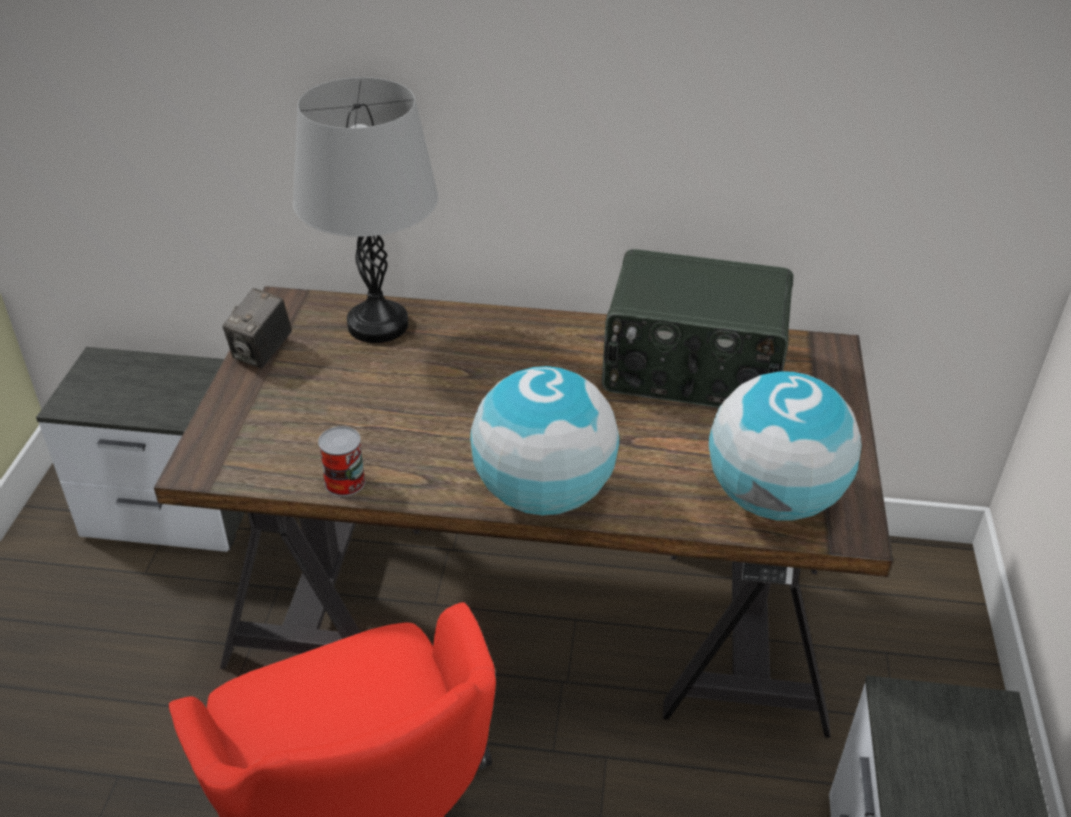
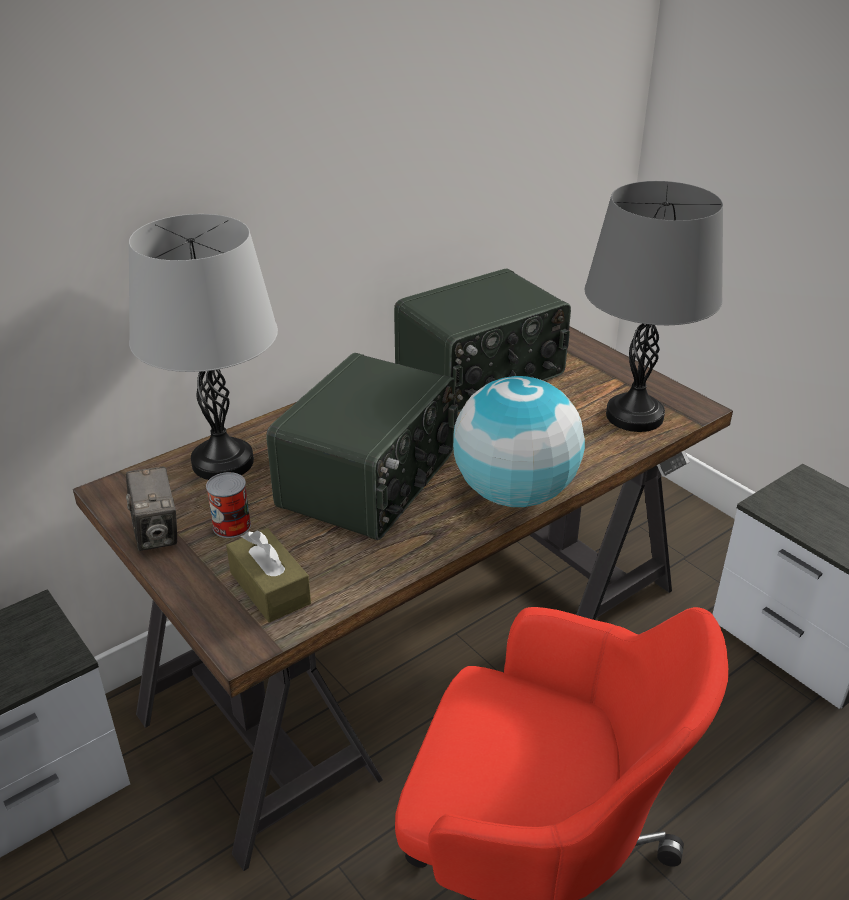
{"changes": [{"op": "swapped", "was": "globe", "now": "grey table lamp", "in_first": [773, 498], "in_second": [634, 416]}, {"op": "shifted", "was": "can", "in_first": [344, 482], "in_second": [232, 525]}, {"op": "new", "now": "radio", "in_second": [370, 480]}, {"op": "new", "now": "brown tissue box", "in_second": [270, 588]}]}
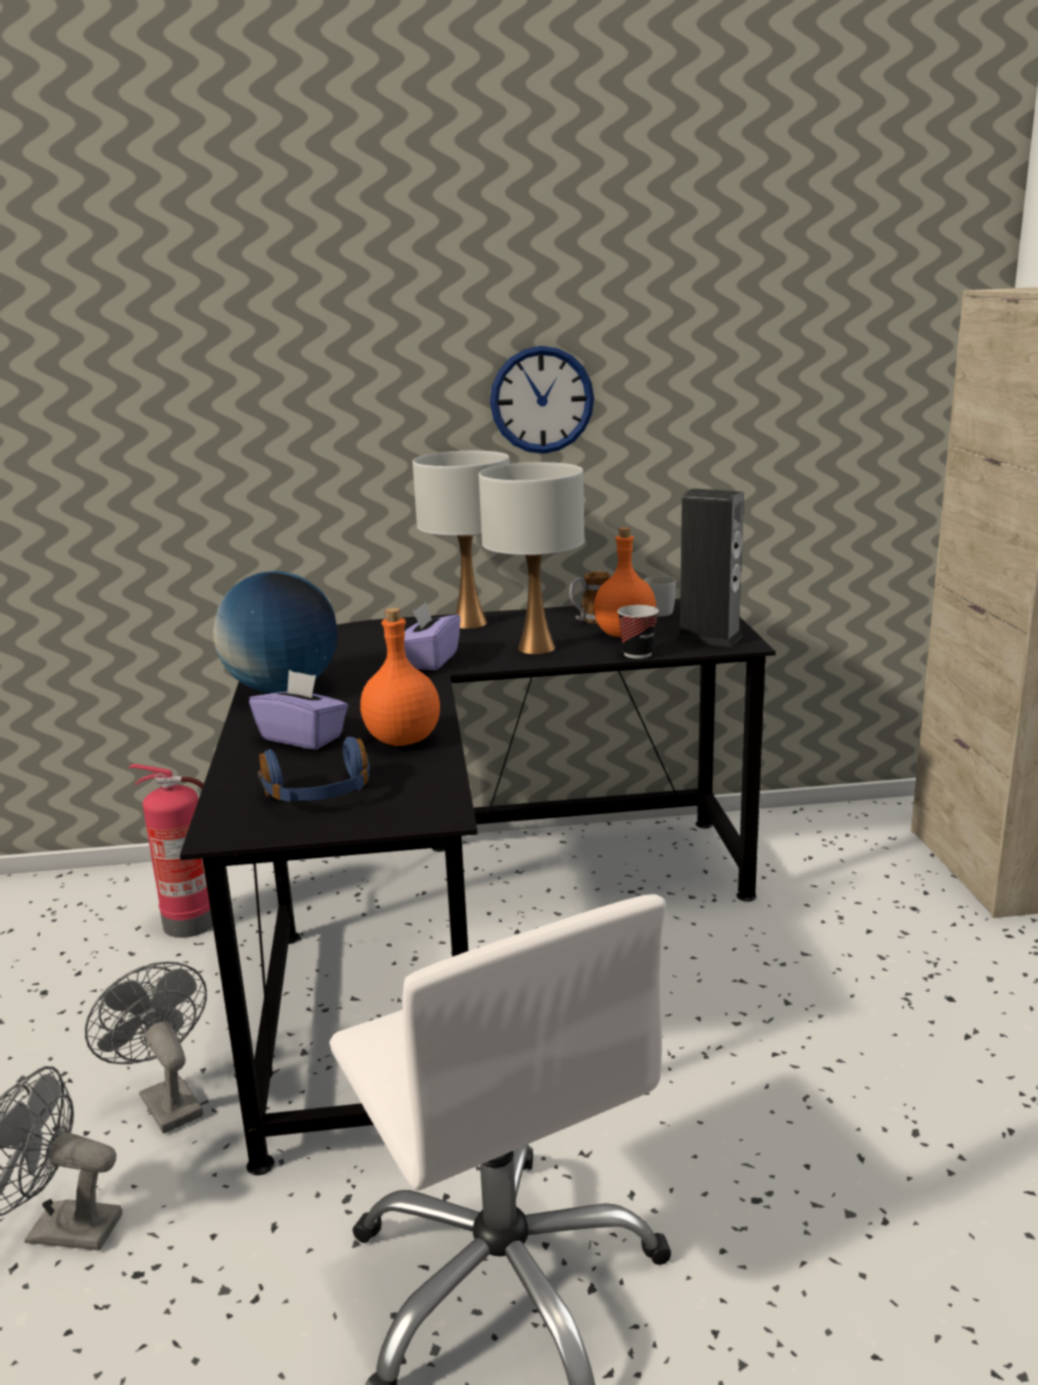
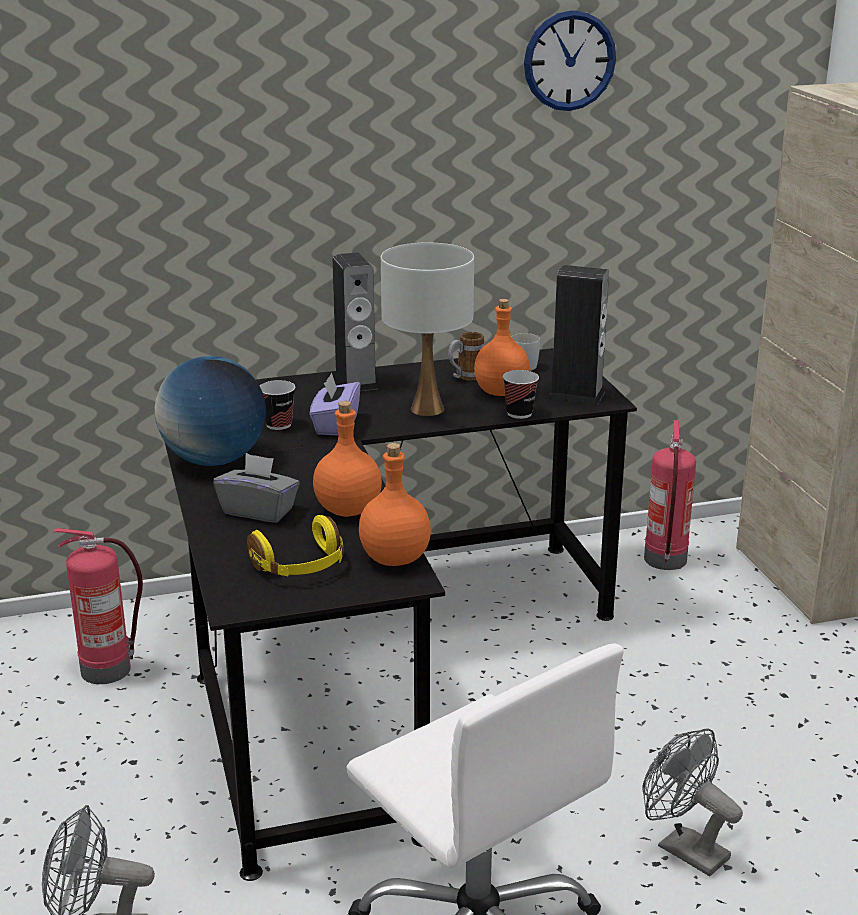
{"changes": [{"op": "shifted", "was": "wall clock", "in_first": [541, 400], "in_second": [569, 61]}, {"op": "swapped", "was": "white table lamp", "now": "speaker", "in_first": [470, 623], "in_second": [355, 381]}, {"op": "repainted", "was": "purple tissue box", "now": "grey tissue box", "in_first": [303, 737], "in_second": [259, 511]}, {"op": "repainted", "was": "blue headphones", "now": "yellow headphones", "in_first": [319, 795], "in_second": [300, 566]}, {"op": "shifted", "was": "grey fan", "in_first": [165, 1100], "in_second": [683, 848]}, {"op": "new", "now": "cup", "in_second": [278, 424]}, {"op": "new", "now": "fire extinguisher", "in_second": [666, 560]}, {"op": "new", "now": "orange bottle", "in_second": [395, 557]}]}
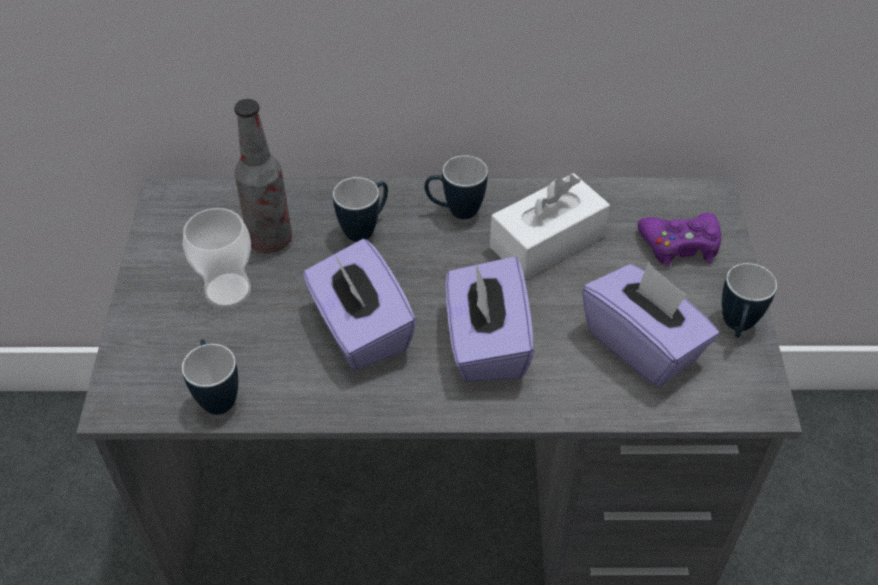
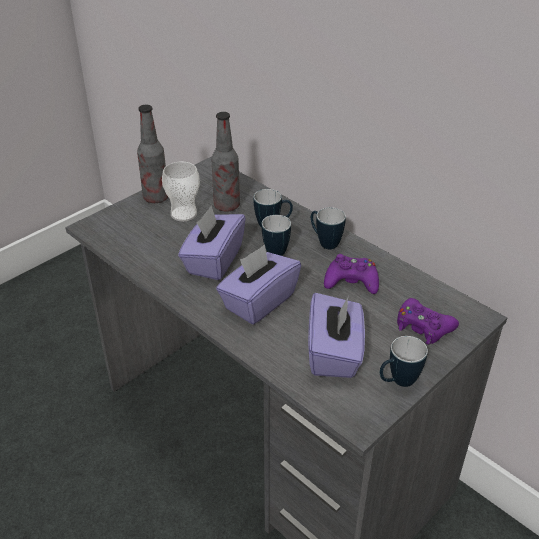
{"changes": [{"op": "swapped", "was": "white tissue box", "now": "purple game controller", "in_first": [547, 241], "in_second": [351, 281]}, {"op": "shifted", "was": "mug", "in_first": [217, 395], "in_second": [278, 249]}, {"op": "new", "now": "bottle", "in_second": [156, 198]}]}
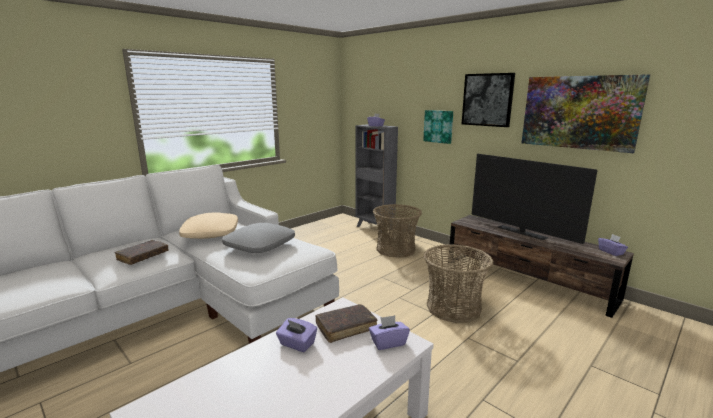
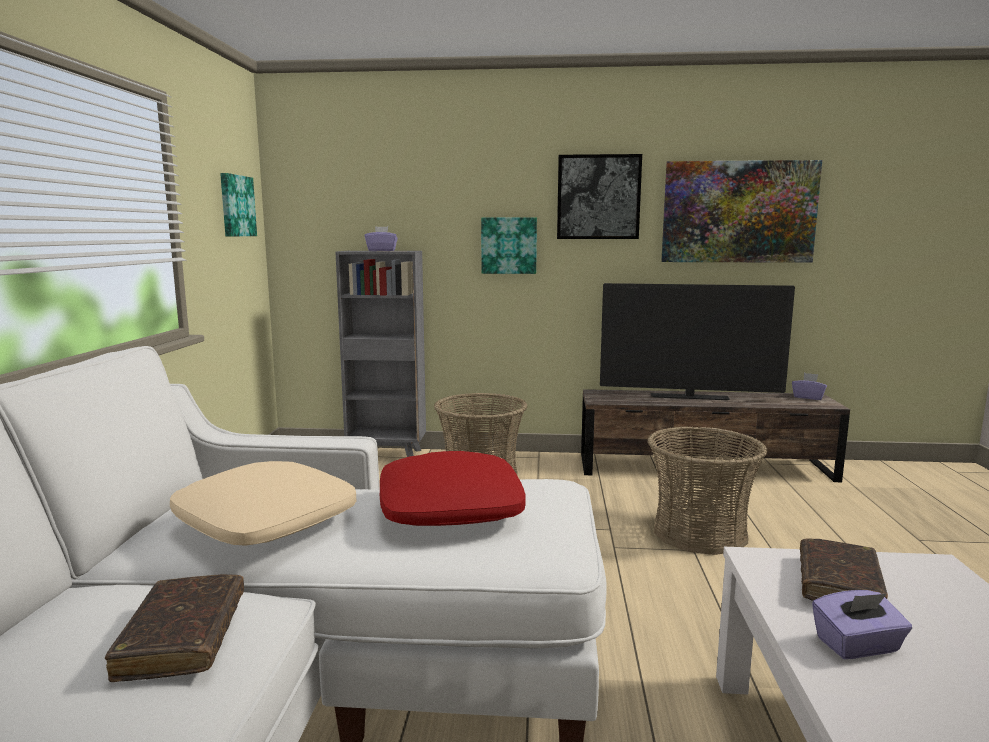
{"changes": [{"op": "repainted", "was": "grey pillow", "now": "red pillow", "in_first": [259, 245], "in_second": [449, 507]}, {"op": "gone", "was": "purple tissue box", "in_first": [388, 342]}, {"op": "new", "now": "picture", "in_second": [236, 206]}]}
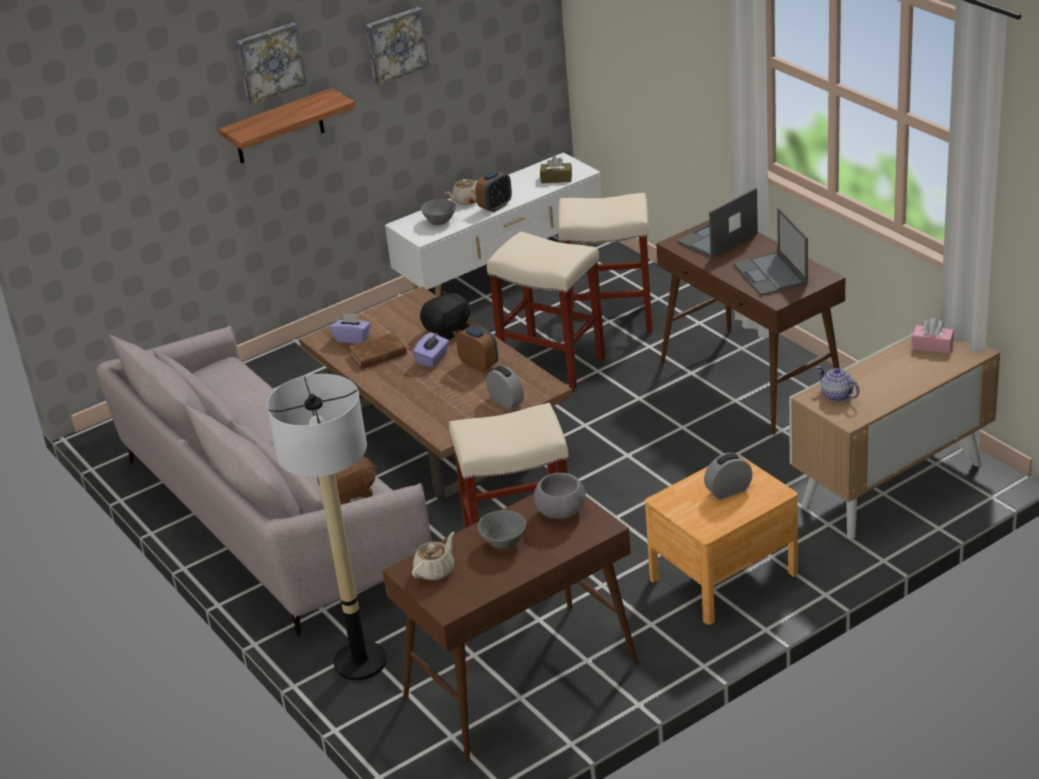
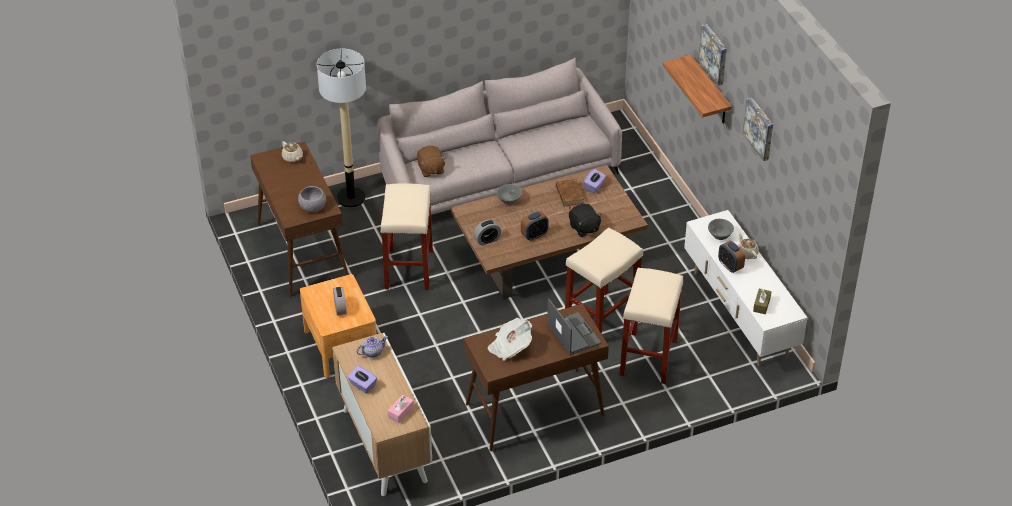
{"changes": [{"op": "swapped", "was": "laptop", "now": "newspaper", "in_first": [771, 274], "in_second": [510, 347]}, {"op": "shifted", "was": "purple tissue box", "in_first": [432, 359], "in_second": [362, 385]}, {"op": "shifted", "was": "grey bowl", "in_first": [503, 543], "in_second": [508, 200]}]}
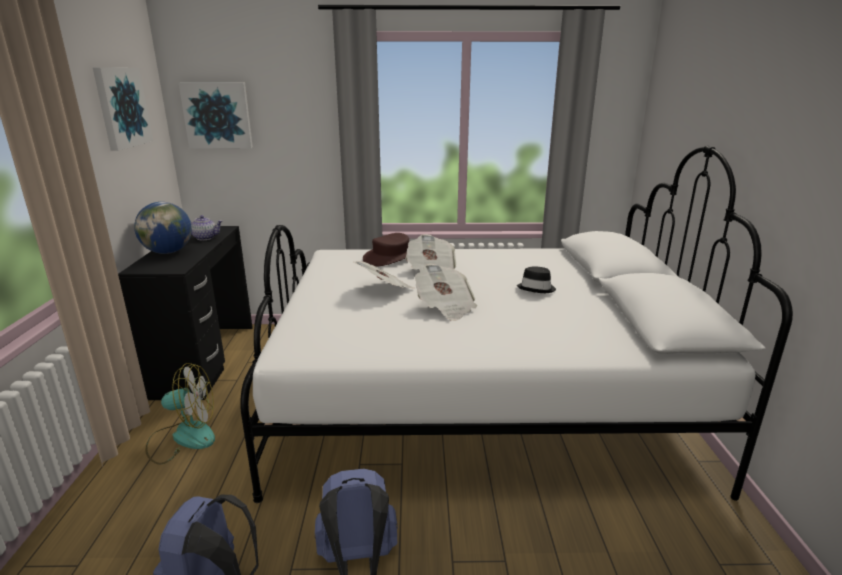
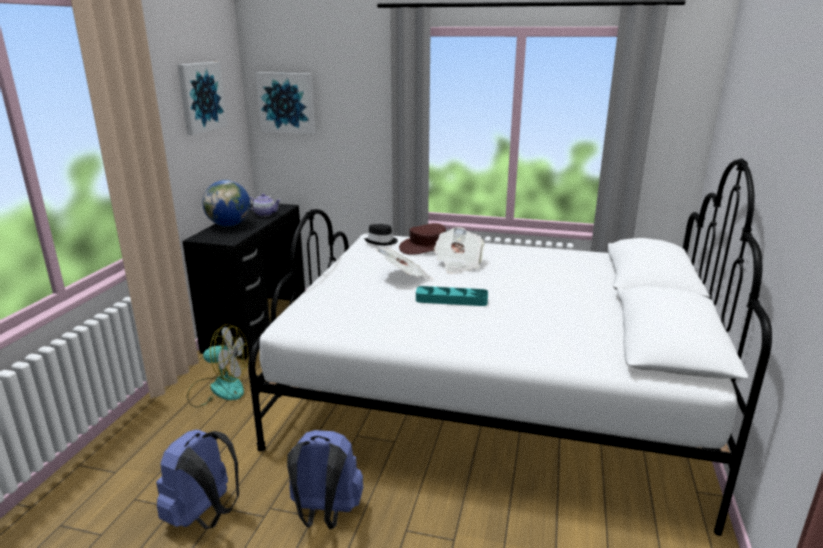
{"changes": [{"op": "swapped", "was": "newspaper", "now": "turquoise tray", "in_first": [445, 307], "in_second": [451, 300]}, {"op": "shifted", "was": "black hat", "in_first": [536, 288], "in_second": [381, 242]}]}
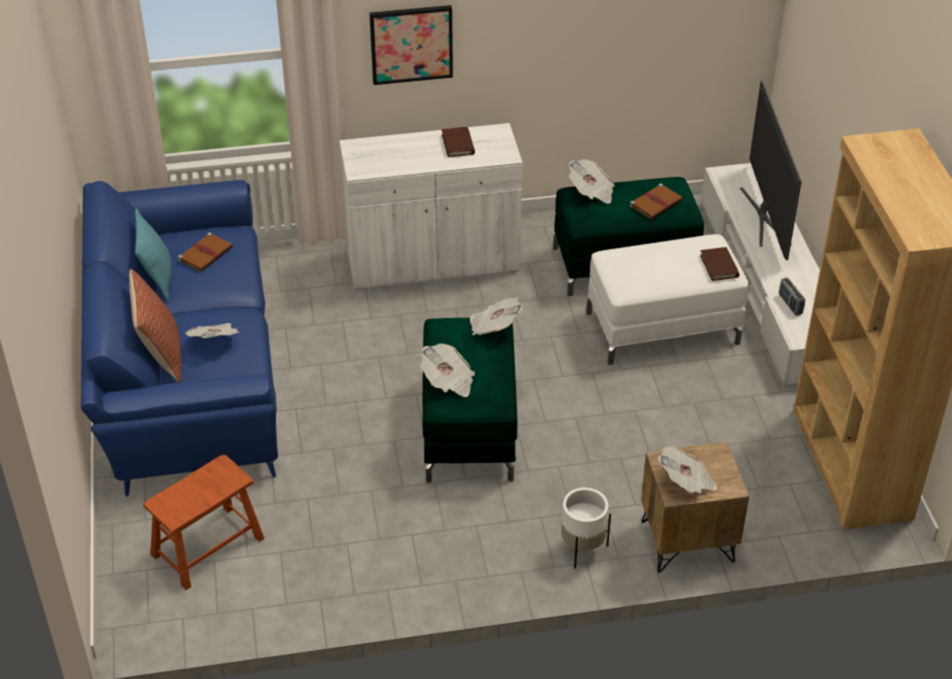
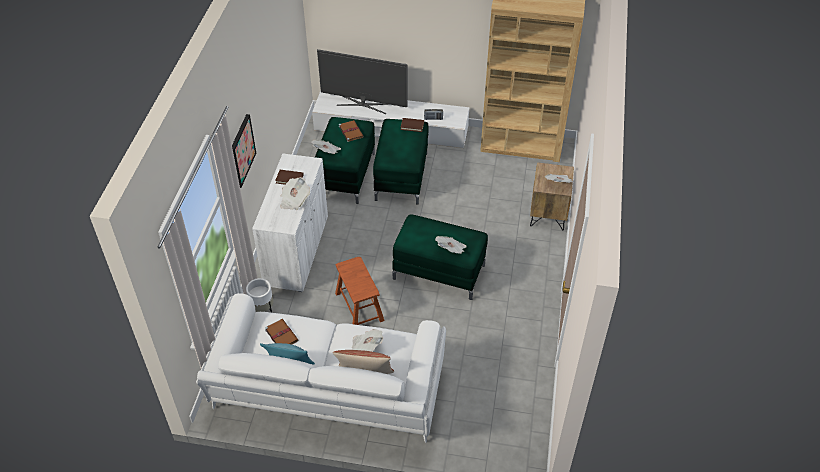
{"changes": [{"op": "repainted", "was": "blue sofa", "now": "white sofa", "in_first": [186, 366], "in_second": [327, 390]}, {"op": "repainted", "was": "white ottoman", "now": "green ottoman", "in_first": [662, 328], "in_second": [401, 176]}, {"op": "shifted", "was": "newspaper", "in_first": [494, 327], "in_second": [294, 200]}, {"op": "shifted", "was": "brown stool", "in_first": [207, 546], "in_second": [359, 306]}, {"op": "shifted", "was": "white planter", "in_first": [582, 549], "in_second": [262, 310]}]}
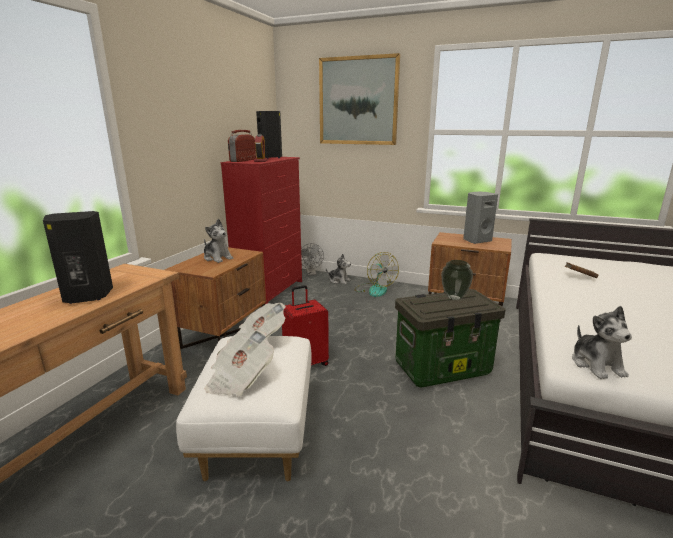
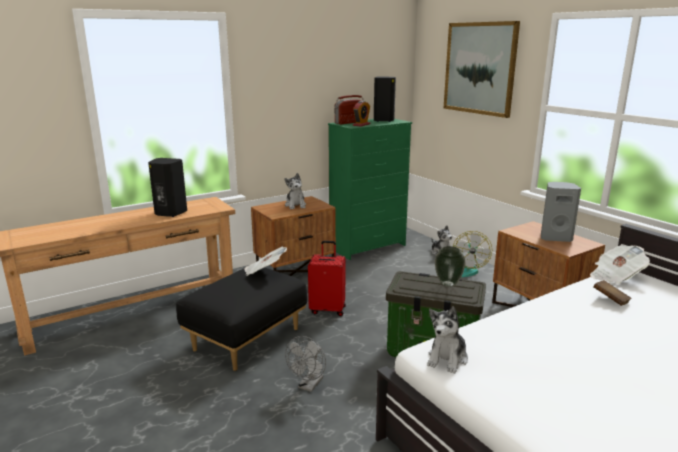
{"changes": [{"op": "repainted", "was": "red dresser", "now": "green dresser", "in_first": [270, 291], "in_second": [368, 247]}, {"op": "shifted", "was": "grey fan", "in_first": [311, 273], "in_second": [309, 386]}, {"op": "shifted", "was": "newspaper", "in_first": [239, 379], "in_second": [615, 276]}, {"op": "repainted", "was": "white ottoman", "now": "black ottoman", "in_first": [257, 433], "in_second": [246, 339]}]}
